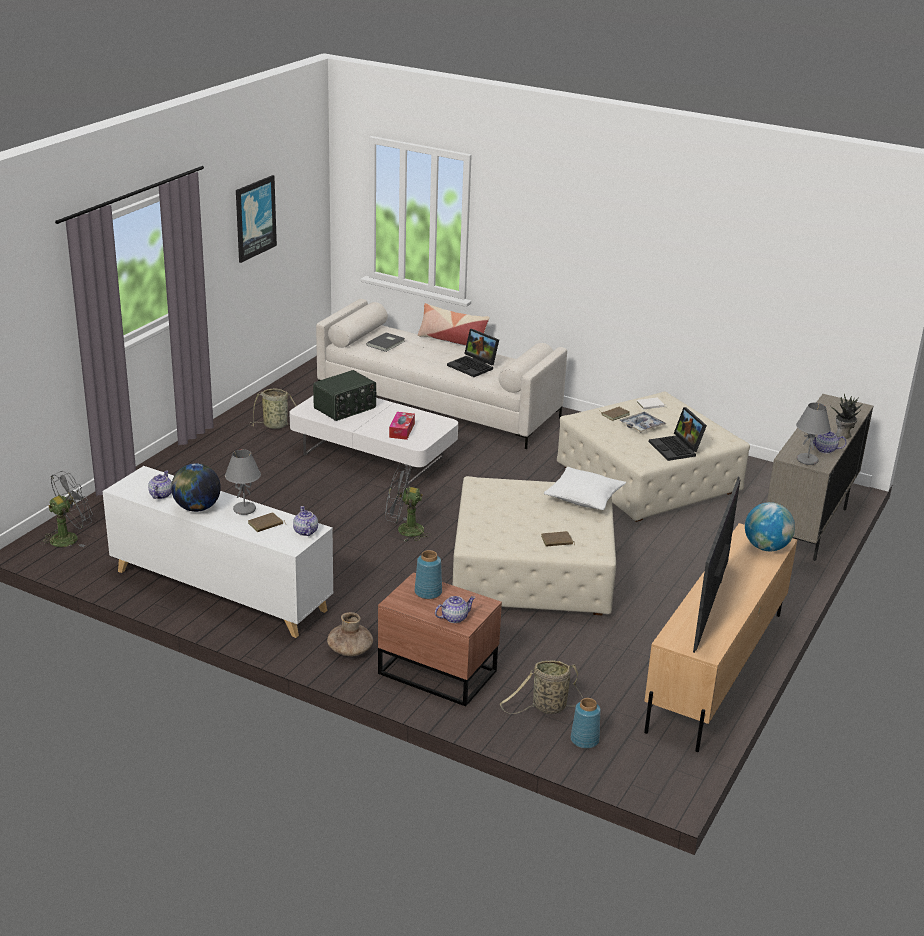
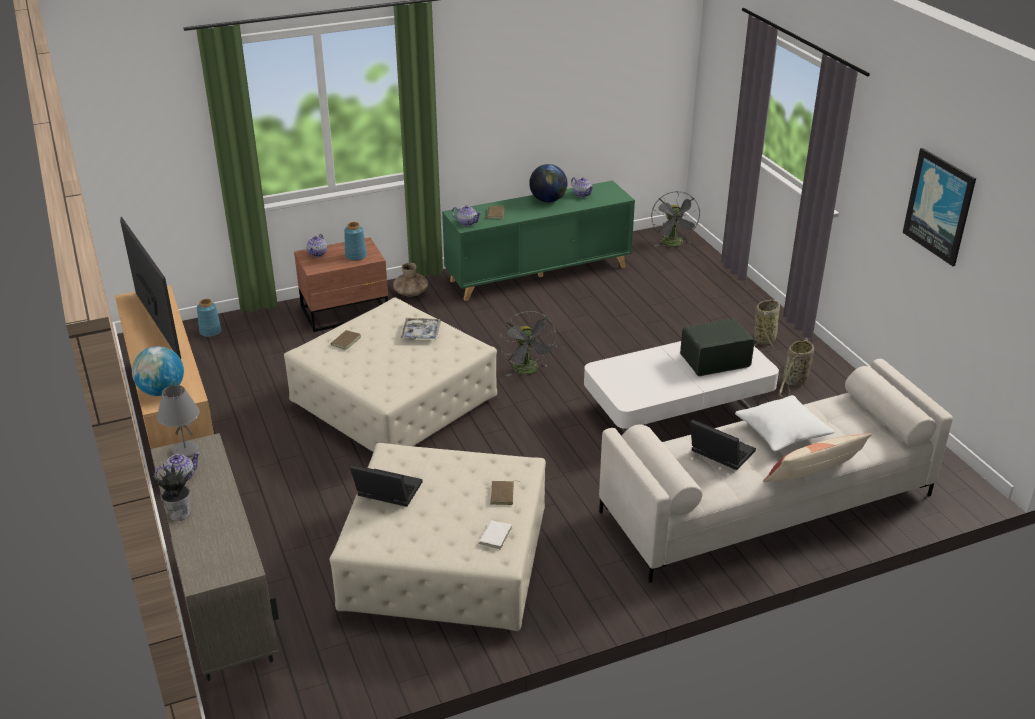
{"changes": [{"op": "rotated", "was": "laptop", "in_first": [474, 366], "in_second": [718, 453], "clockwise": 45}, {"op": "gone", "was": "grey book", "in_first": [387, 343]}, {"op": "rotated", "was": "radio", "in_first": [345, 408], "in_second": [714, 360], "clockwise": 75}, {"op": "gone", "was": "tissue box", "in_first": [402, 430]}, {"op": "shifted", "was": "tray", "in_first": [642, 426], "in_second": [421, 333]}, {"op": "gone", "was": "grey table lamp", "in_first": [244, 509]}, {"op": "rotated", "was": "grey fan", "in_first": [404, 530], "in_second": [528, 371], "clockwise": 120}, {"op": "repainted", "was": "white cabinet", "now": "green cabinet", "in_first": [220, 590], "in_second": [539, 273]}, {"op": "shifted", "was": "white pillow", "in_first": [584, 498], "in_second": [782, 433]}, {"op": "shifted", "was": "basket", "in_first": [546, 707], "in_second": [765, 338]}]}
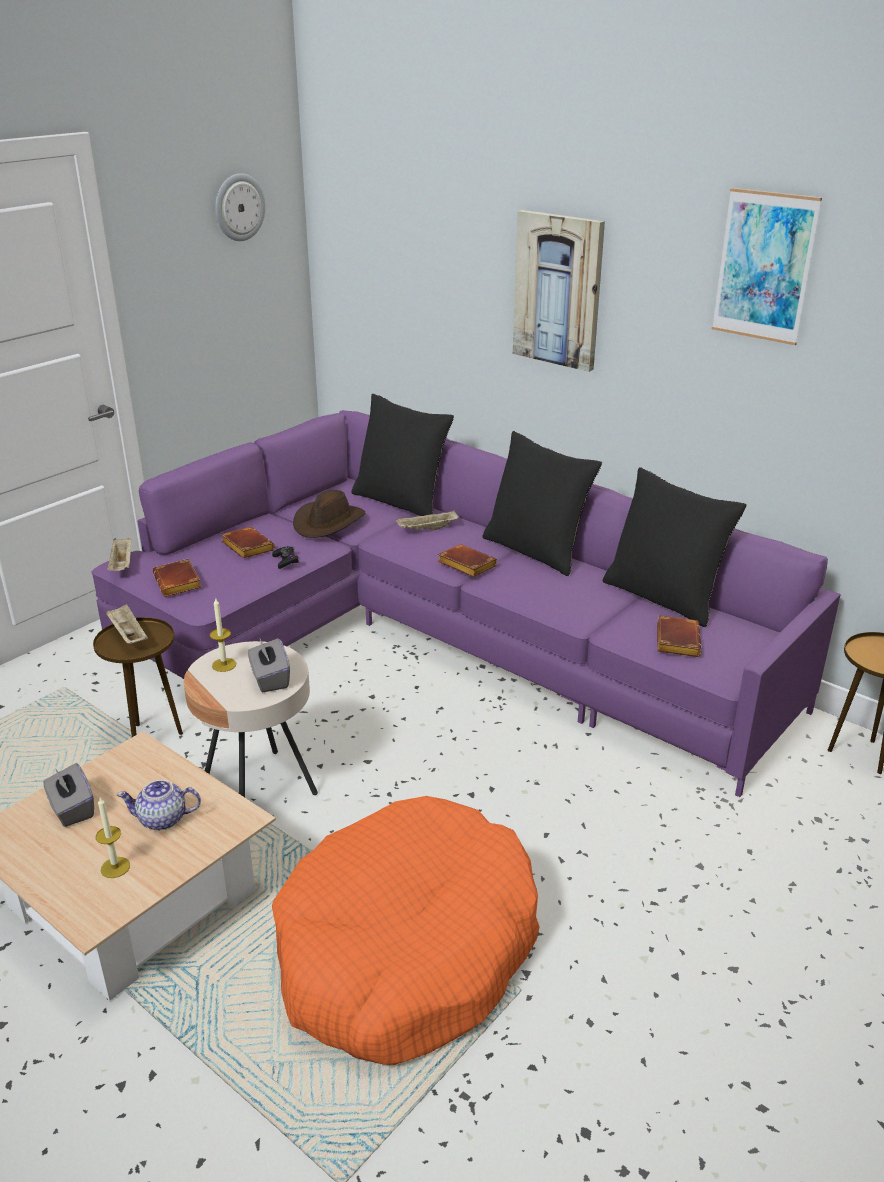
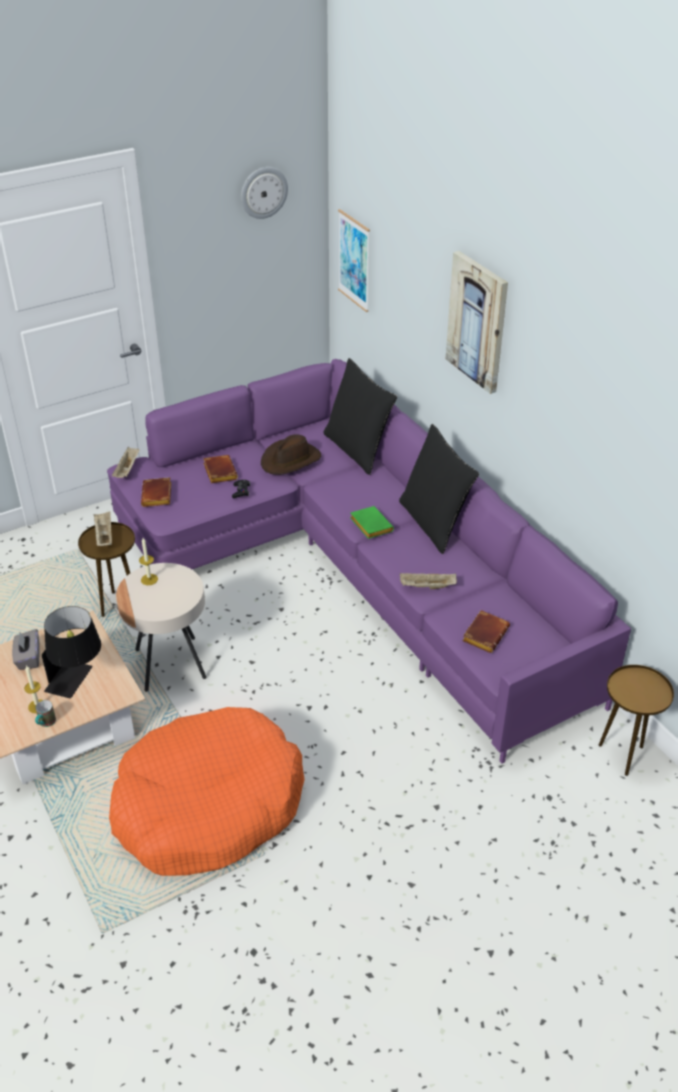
{"changes": [{"op": "shifted", "was": "picture", "in_first": [764, 266], "in_second": [354, 260]}, {"op": "gone", "was": "black pillow", "in_first": [664, 596]}, {"op": "shifted", "was": "beige tray", "in_first": [427, 529], "in_second": [427, 587]}, {"op": "repainted", "was": "brown book", "now": "green book", "in_first": [464, 565], "in_second": [369, 525]}, {"op": "gone", "was": "grey tissue box", "in_first": [270, 679]}, {"op": "swapped", "was": "teapot", "now": "black table lamp", "in_first": [163, 819], "in_second": [78, 680]}, {"op": "new", "now": "mug", "in_second": [45, 723]}]}
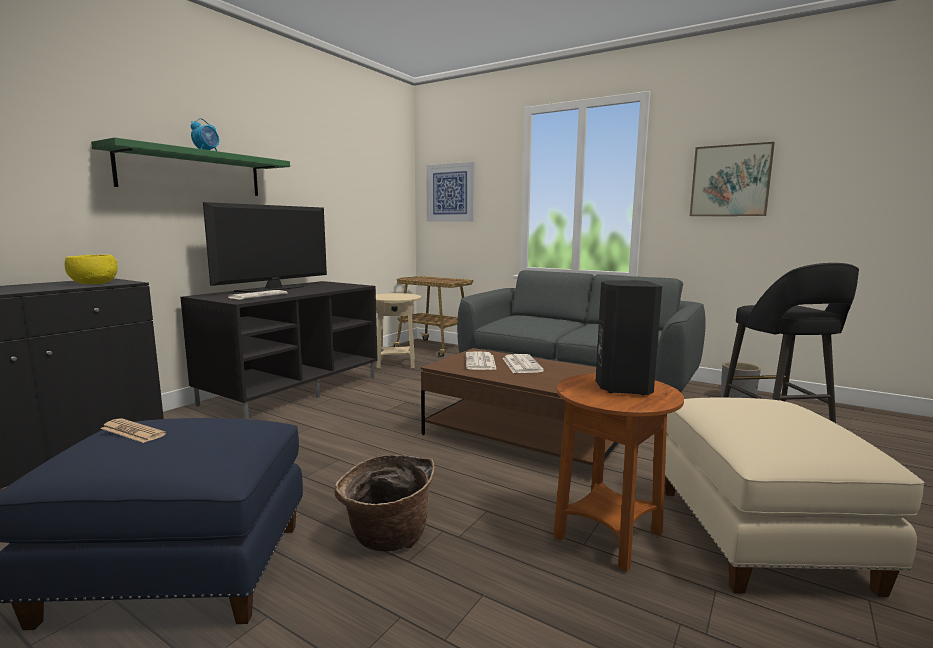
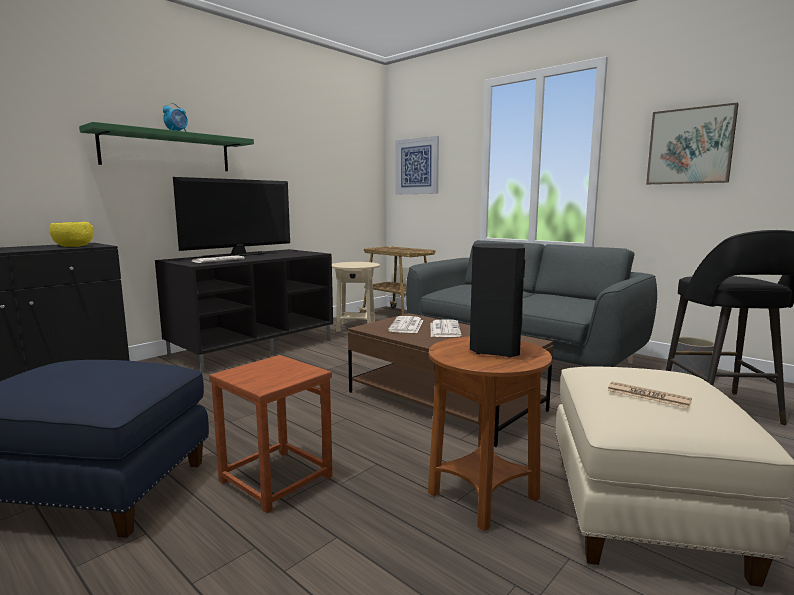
{"changes": [{"op": "shifted", "was": "newspaper", "in_first": [132, 431], "in_second": [648, 395]}, {"op": "swapped", "was": "basket", "now": "brown stool", "in_first": [387, 538], "in_second": [275, 479]}]}
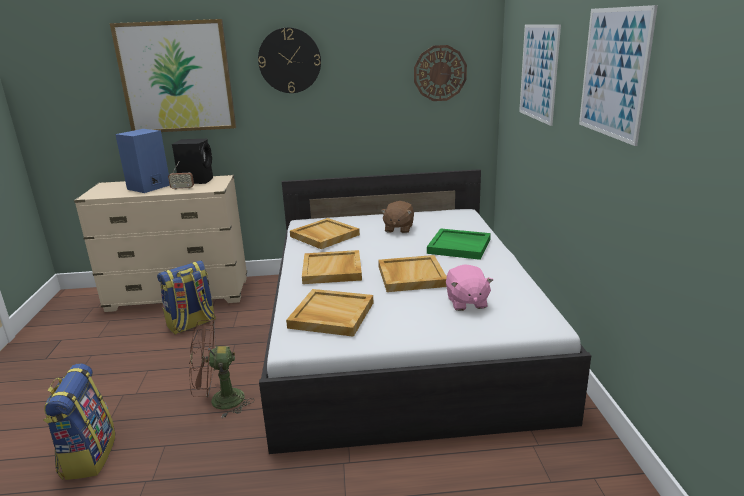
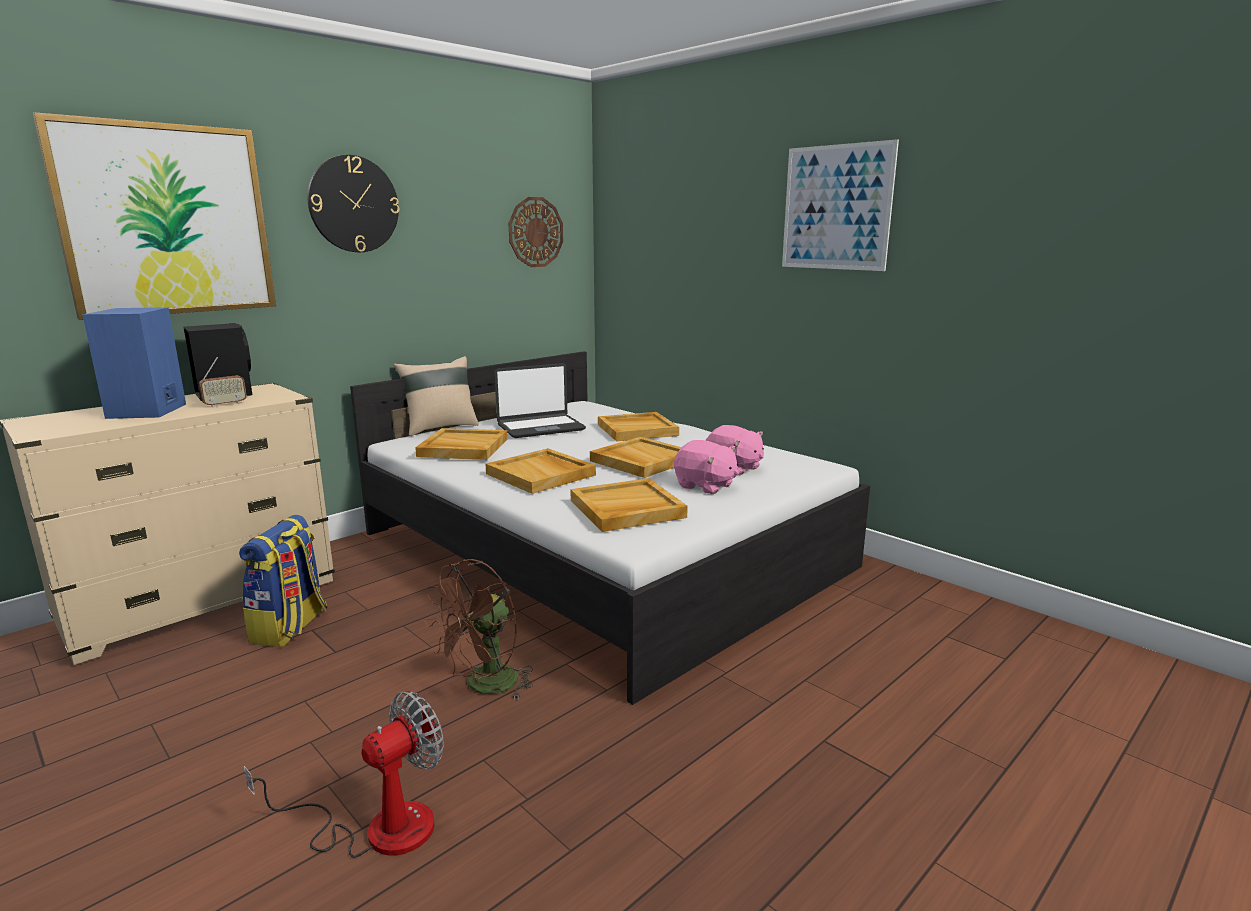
{"changes": [{"op": "gone", "was": "picture", "in_first": [538, 72]}, {"op": "swapped", "was": "brown plush toy", "now": "laptop", "in_first": [398, 229], "in_second": [540, 427]}, {"op": "repainted", "was": "green tray", "now": "beige tray", "in_first": [459, 246], "in_second": [637, 430]}, {"op": "swapped", "was": "backpack", "now": "fan", "in_first": [88, 456], "in_second": [377, 827]}, {"op": "new", "now": "beige pillow", "in_second": [440, 428]}, {"op": "new", "now": "pink plush toy", "in_second": [705, 486]}]}
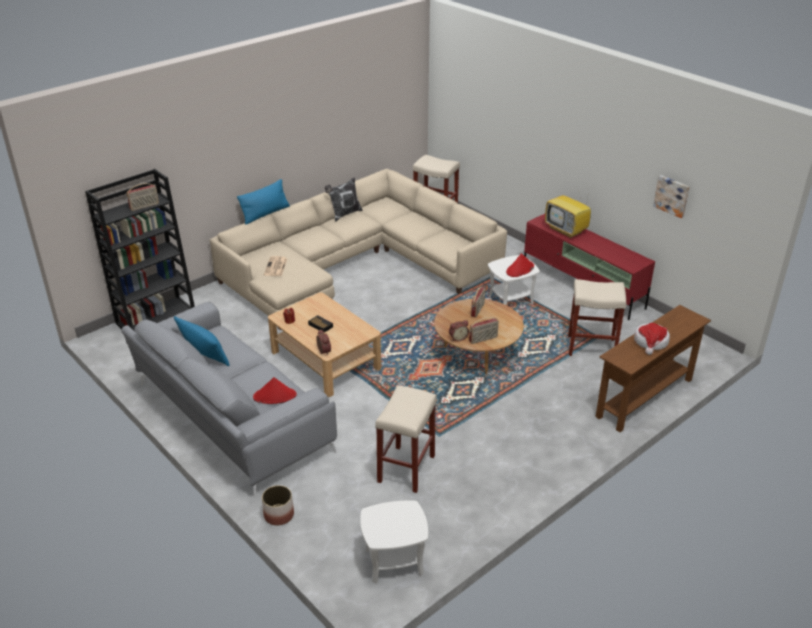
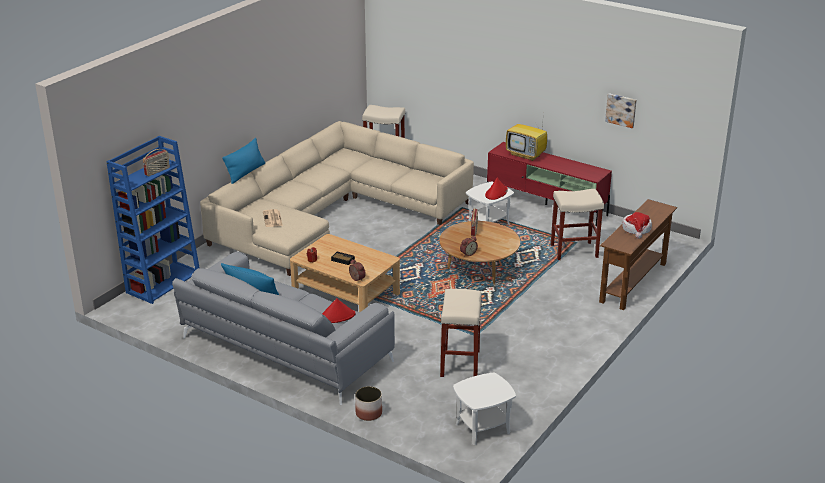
{"changes": [{"op": "repainted", "was": "black bookcase", "now": "blue bookcase", "in_first": [156, 317], "in_second": [163, 282]}, {"op": "gone", "was": "pillow", "in_first": [344, 214]}, {"op": "gone", "was": "radio", "in_first": [483, 339]}]}
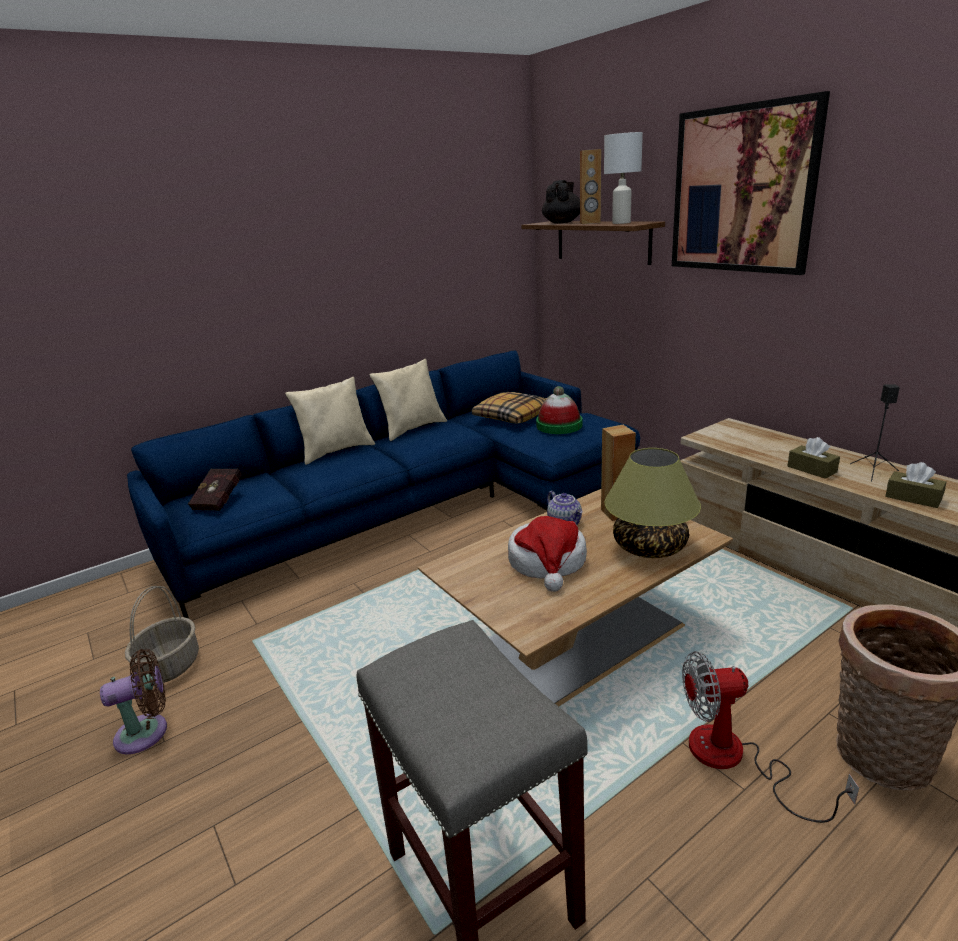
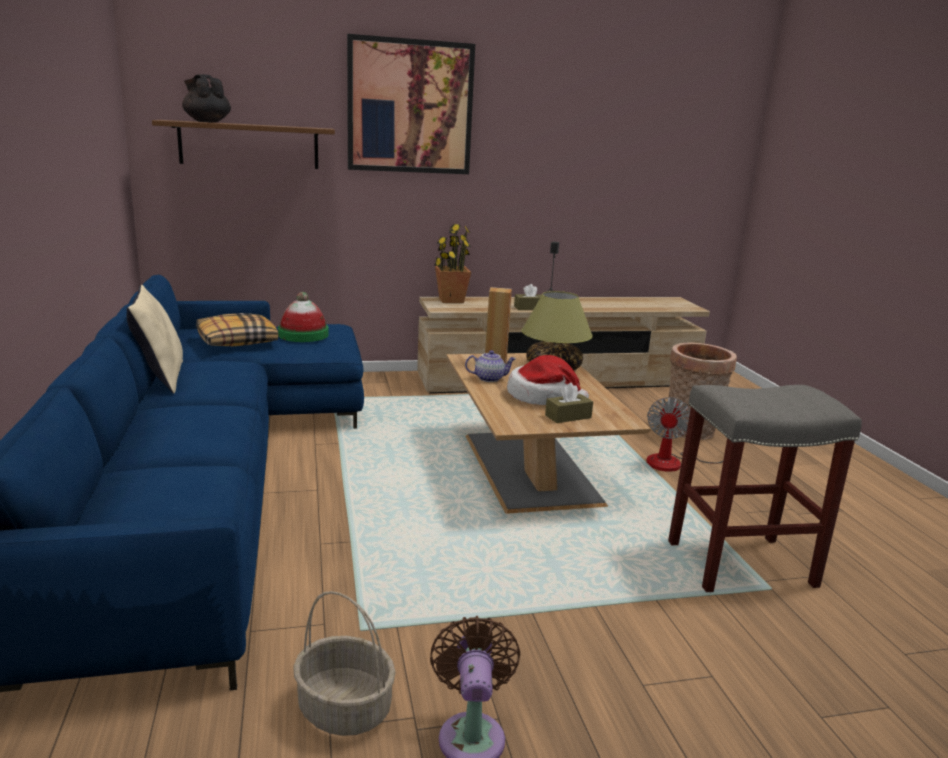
{"changes": [{"op": "gone", "was": "white table lamp", "in_first": [621, 223]}, {"op": "gone", "was": "brown speaker", "in_first": [590, 223]}, {"op": "gone", "was": "beige pillow", "in_first": [336, 451]}, {"op": "shifted", "was": "brown tissue box", "in_first": [913, 498], "in_second": [568, 416]}, {"op": "gone", "was": "red book", "in_first": [221, 500]}, {"op": "new", "now": "potted plant", "in_second": [451, 300]}]}
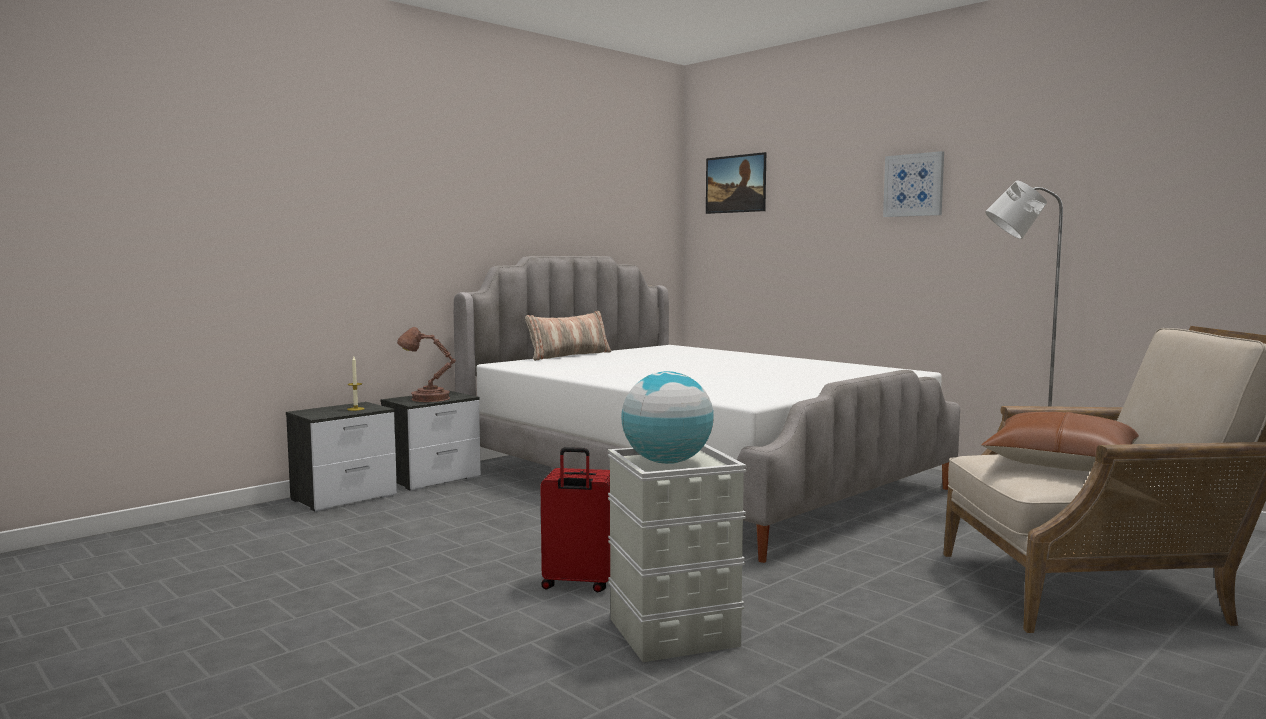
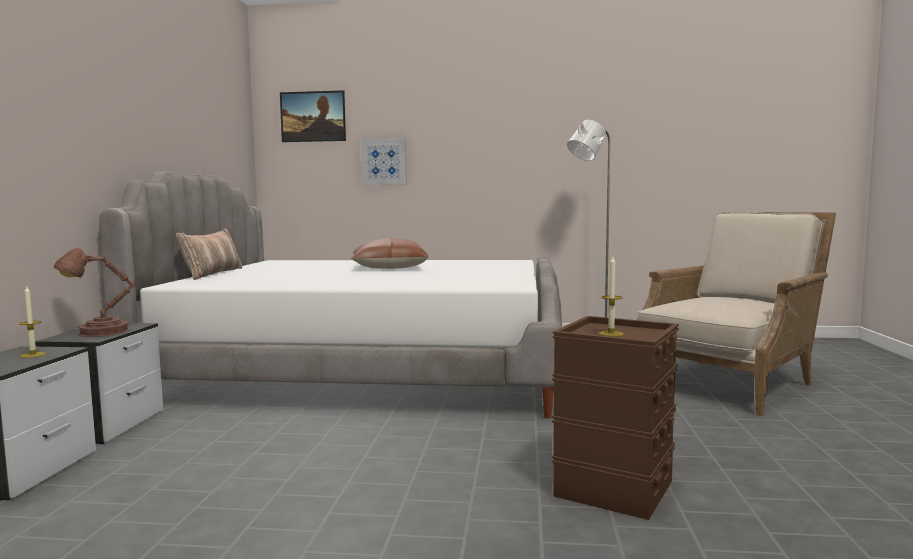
{"changes": [{"op": "shifted", "was": "picture", "in_first": [914, 185], "in_second": [384, 162]}, {"op": "swapped", "was": "globe", "now": "candle", "in_first": [666, 462], "in_second": [611, 334]}, {"op": "shifted", "was": "brown pillow", "in_first": [1060, 463], "in_second": [389, 267]}, {"op": "repainted", "was": "grey storage box", "now": "brown storage box", "in_first": [671, 632], "in_second": [612, 488]}, {"op": "gone", "was": "red suitcase", "in_first": [578, 584]}]}
